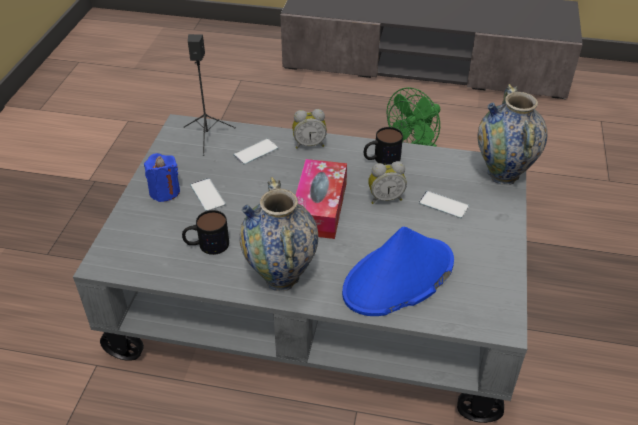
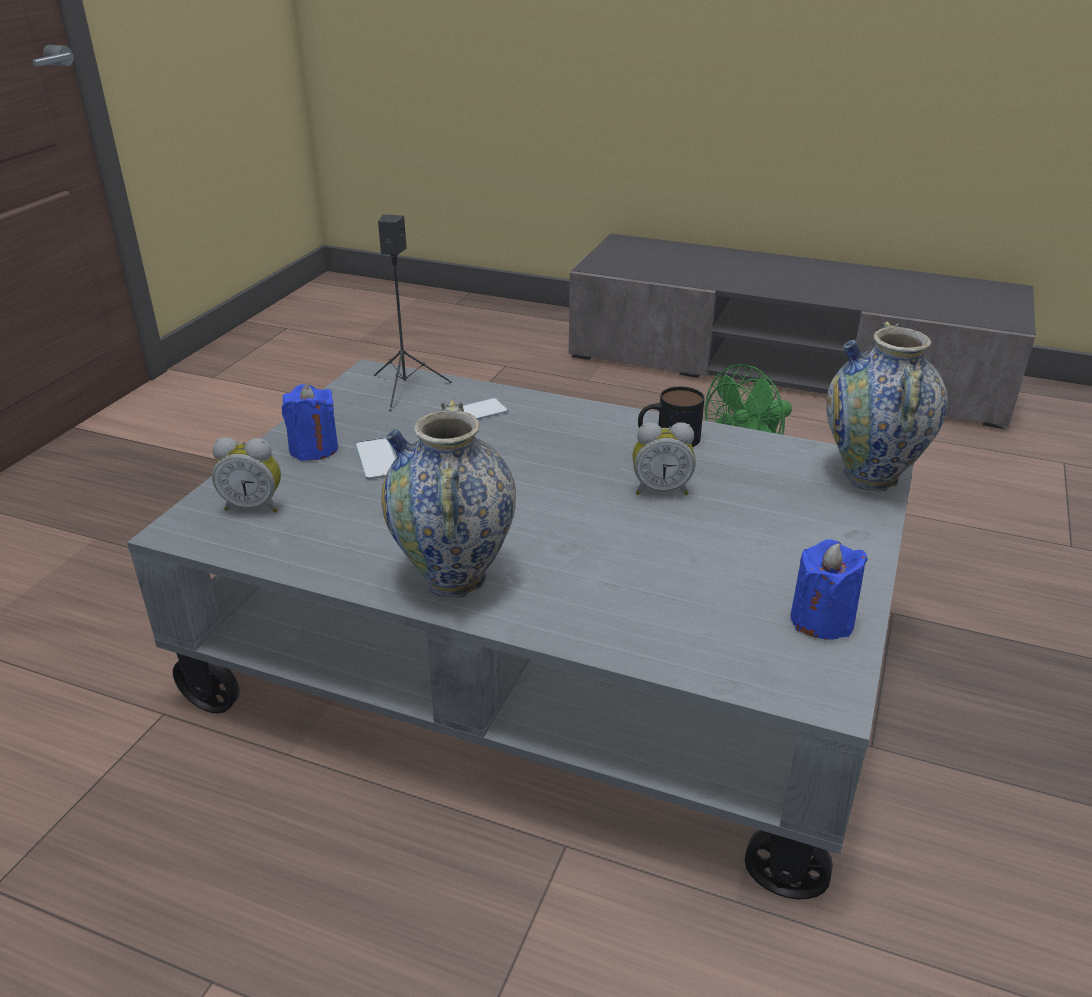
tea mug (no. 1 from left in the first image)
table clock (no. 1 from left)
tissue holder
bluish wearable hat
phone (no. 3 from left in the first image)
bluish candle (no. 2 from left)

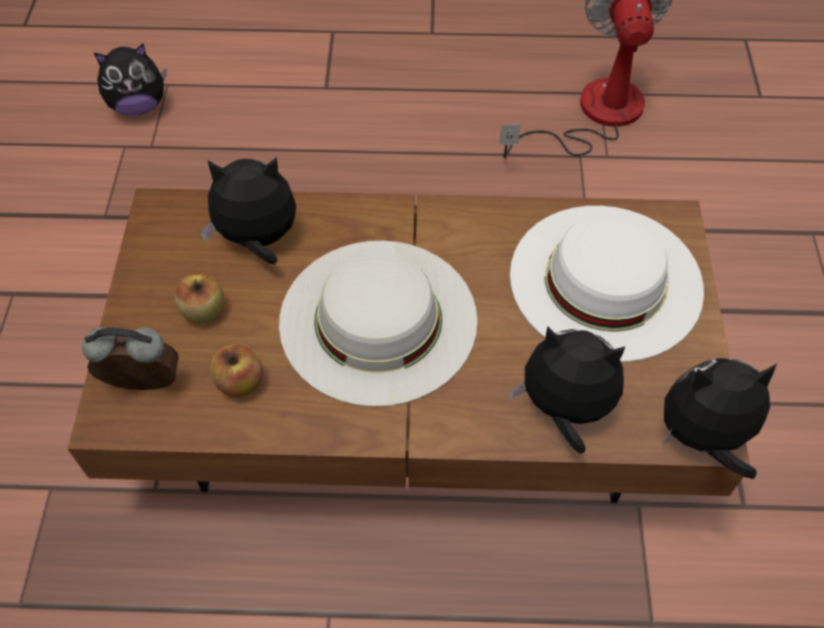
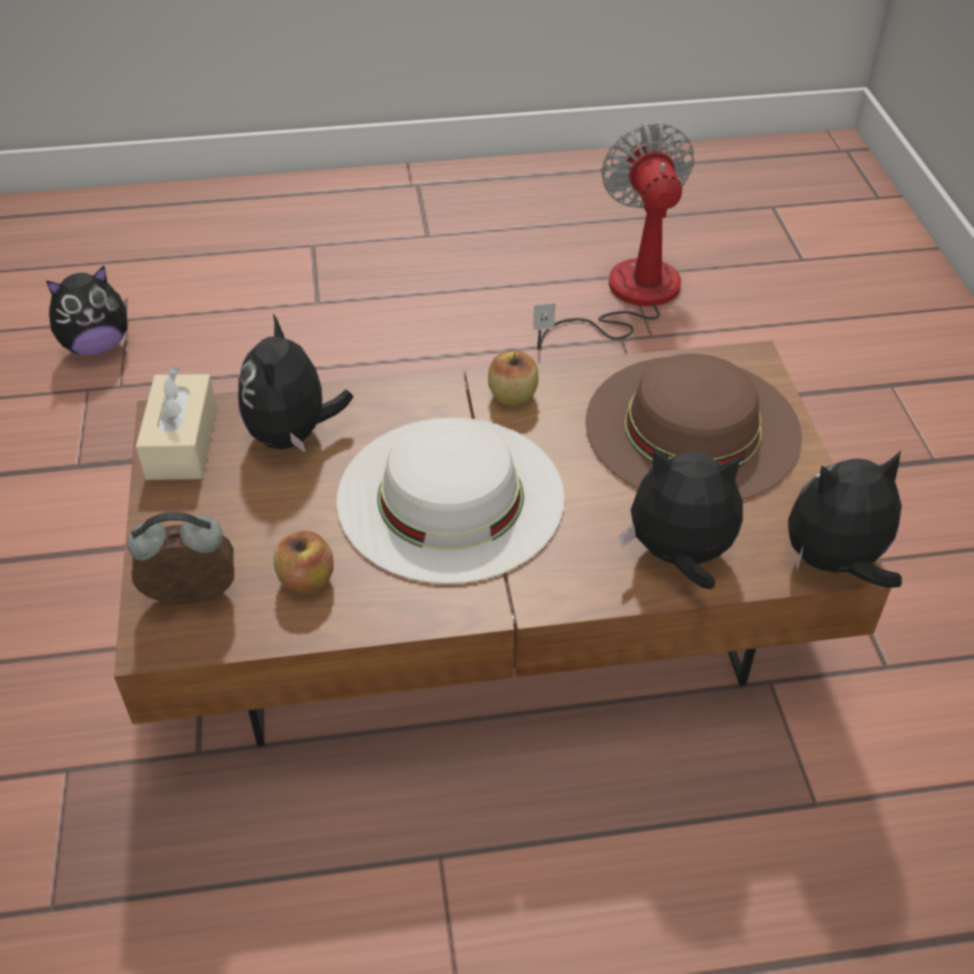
apple fruit (no. 2 from left)
soft toy (no. 2 from left)
brown wearable hat
sand-coloured tissue holder

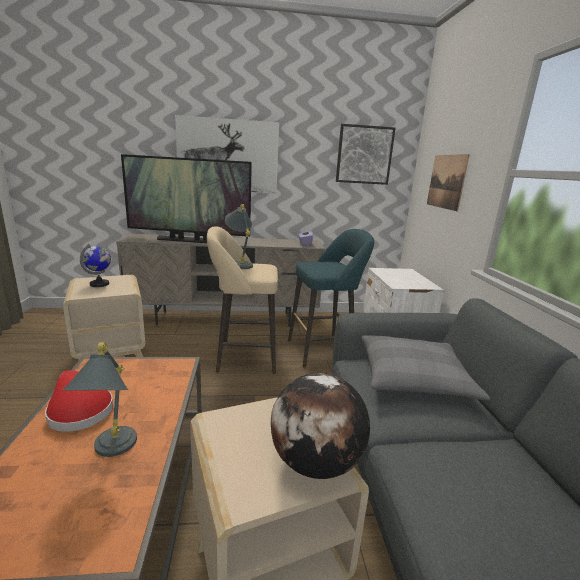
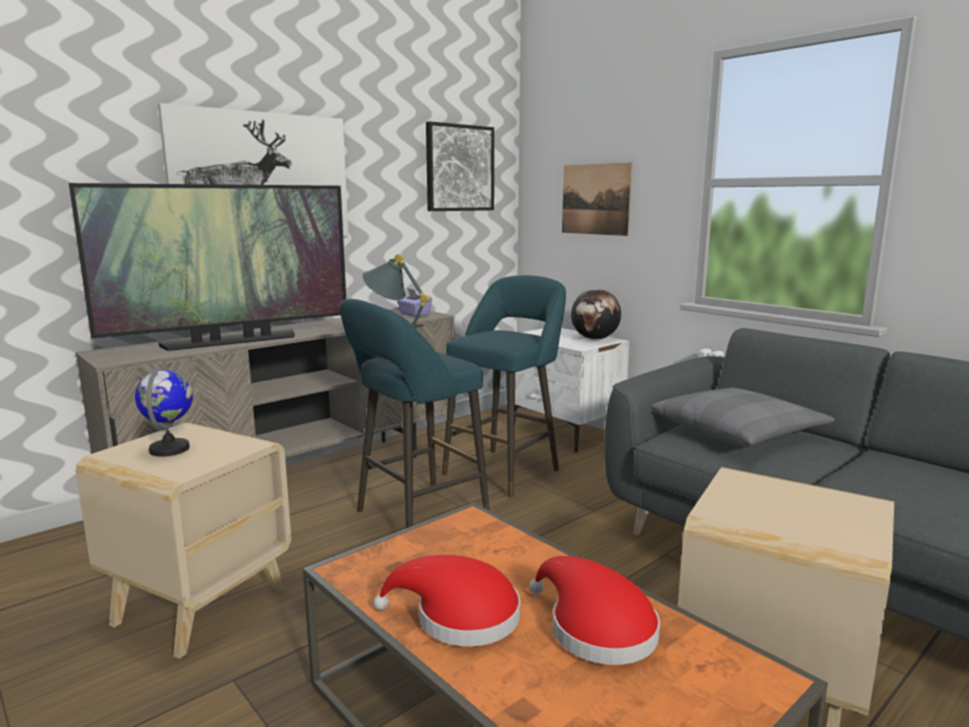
red wearable hat (no. 2 from left)
turquoise-coloured stool seat (no. 1 from left)
desk globe (no. 2 from left)

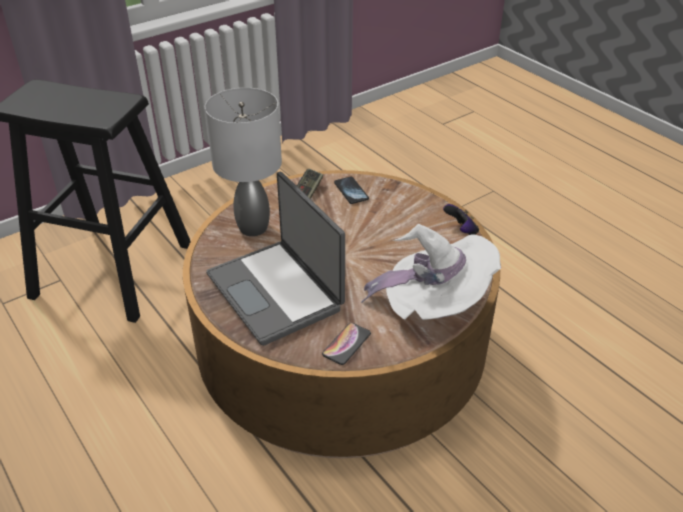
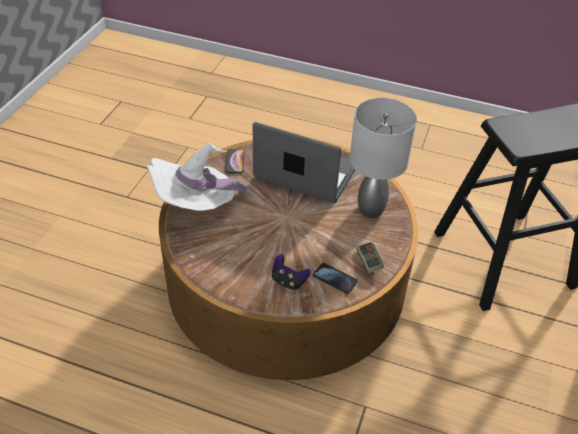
game controller (no. 1 from left)

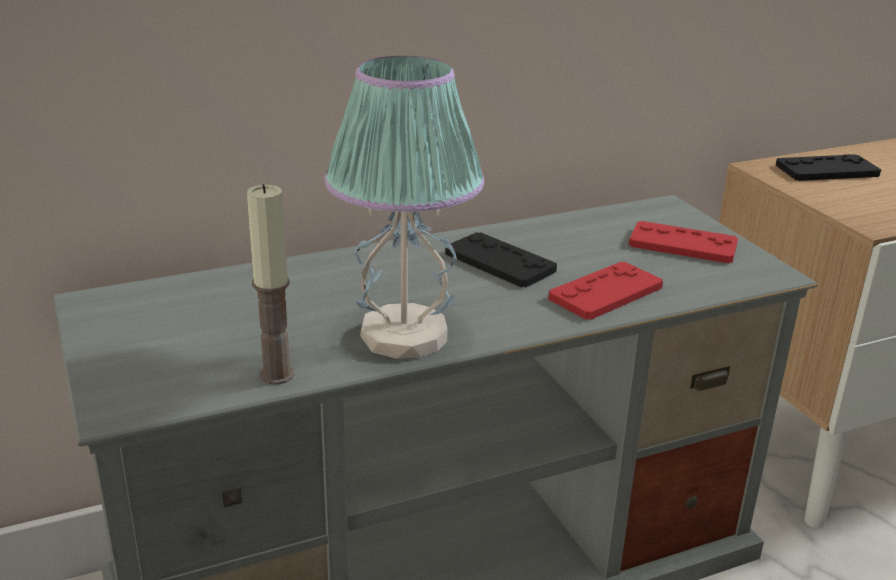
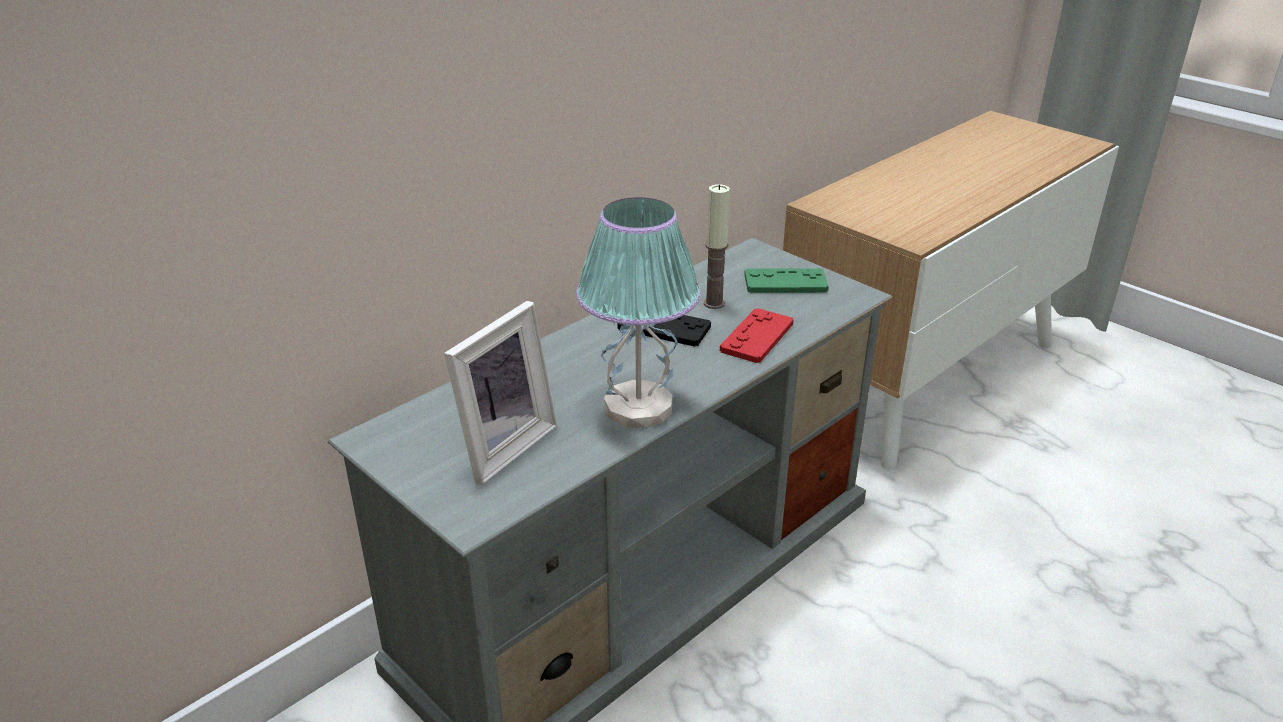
candle
green-coloured game controller
black game controller (no. 2 from left in the first image)
photo frame

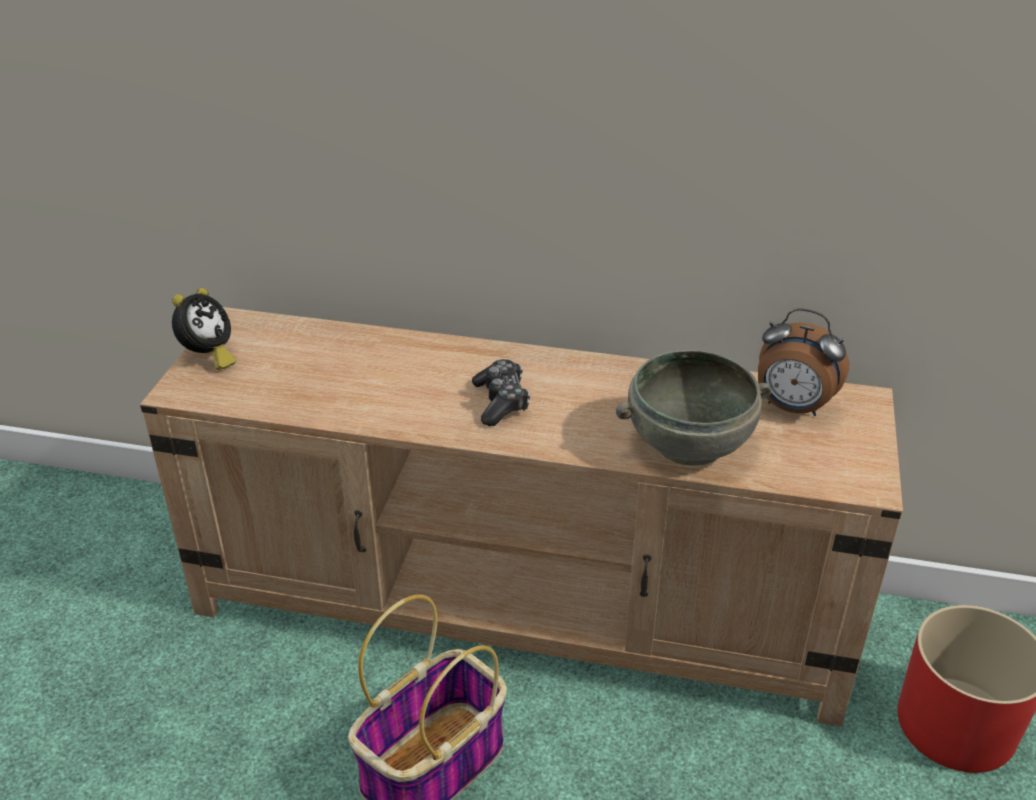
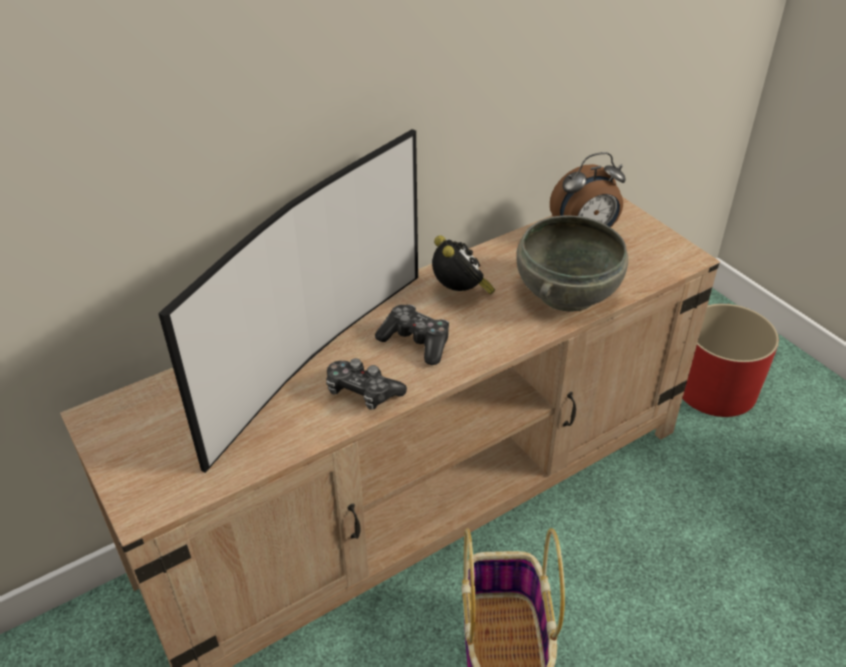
table clock (no. 1 from left)
television
game controller (no. 1 from left)

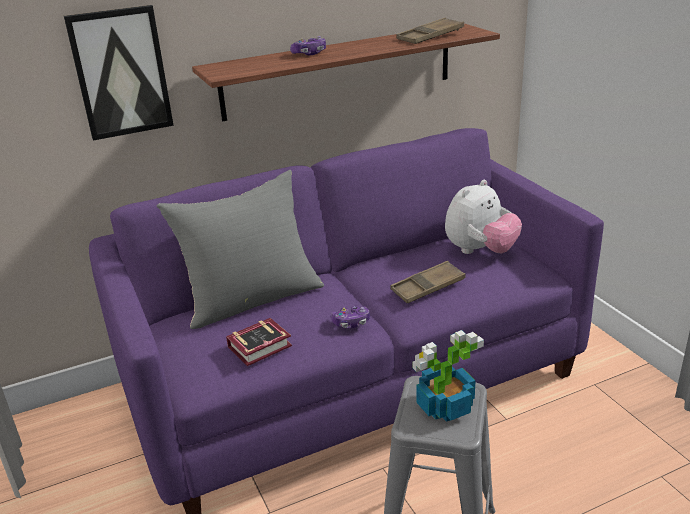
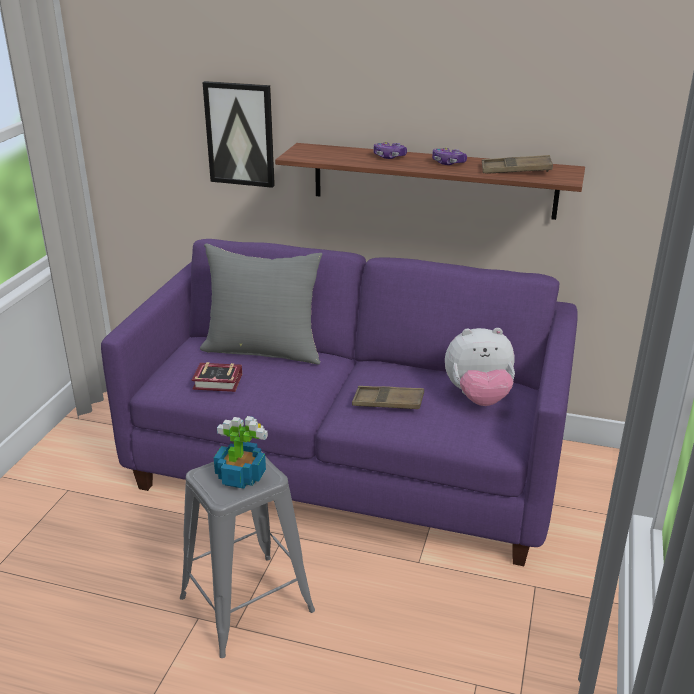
game controller (no. 2 from left)

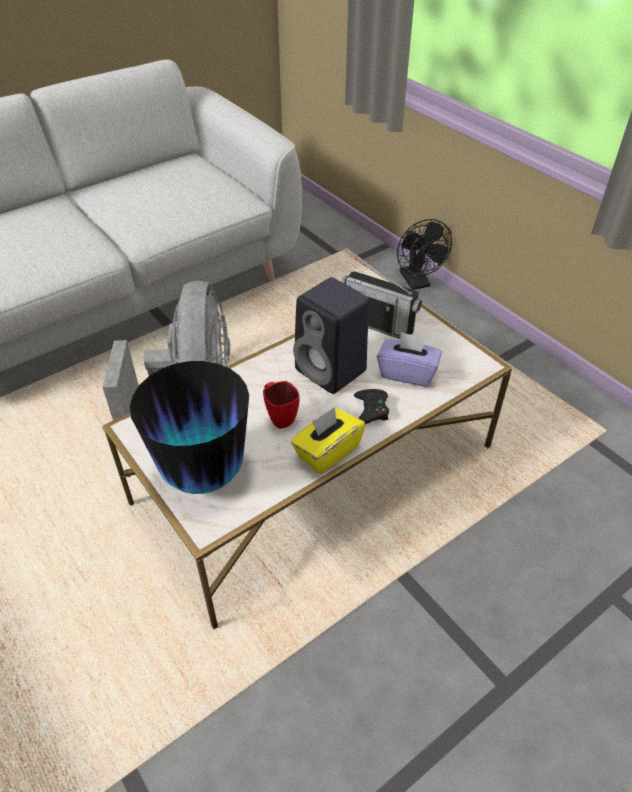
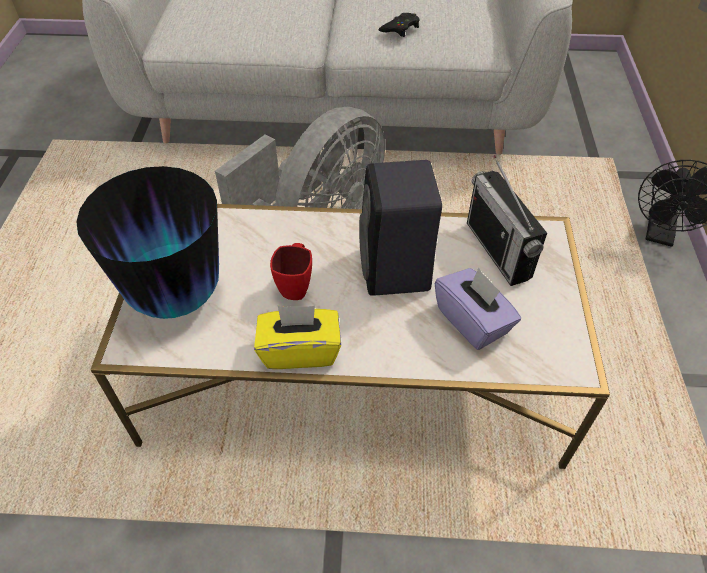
black game controller

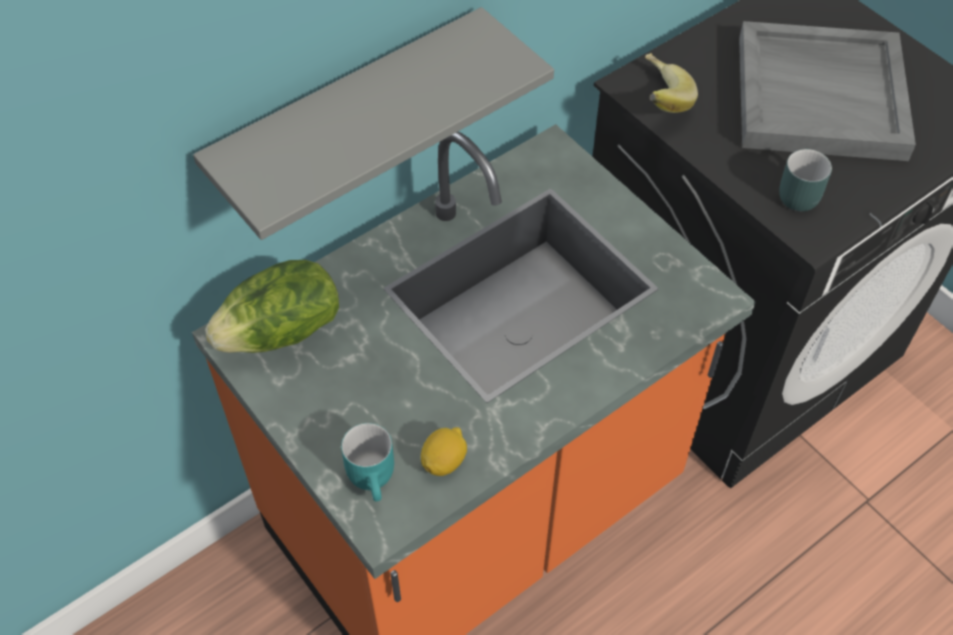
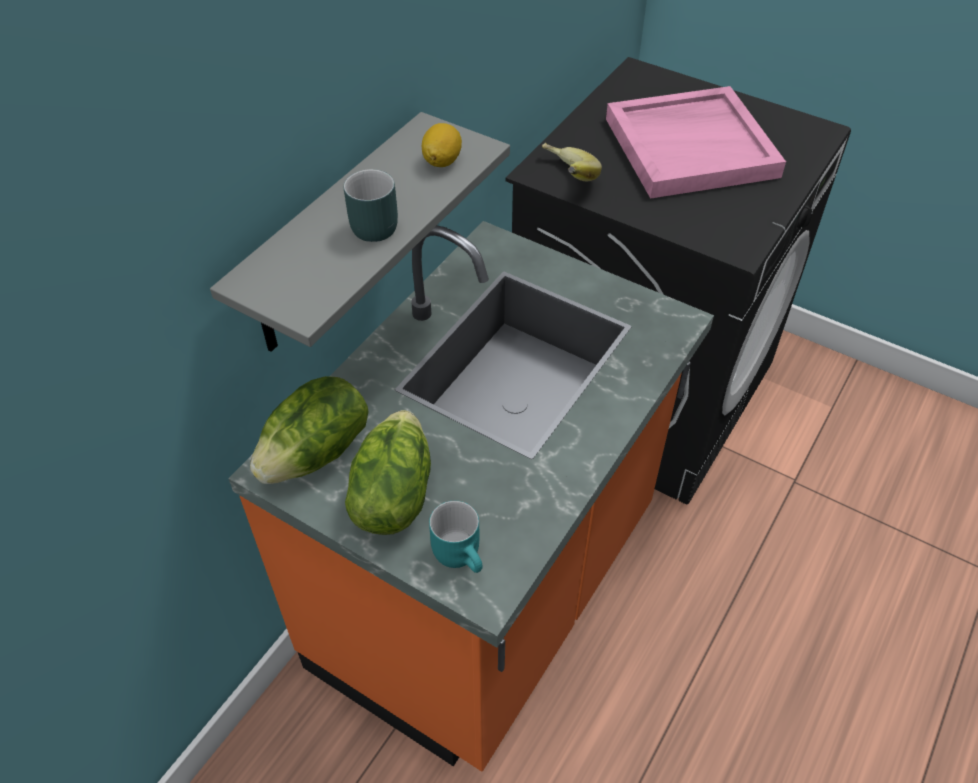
lemon
pinkish tray
turquoise-coloured tea mug (no. 1 from left)
lettuce head (no. 2 from left)

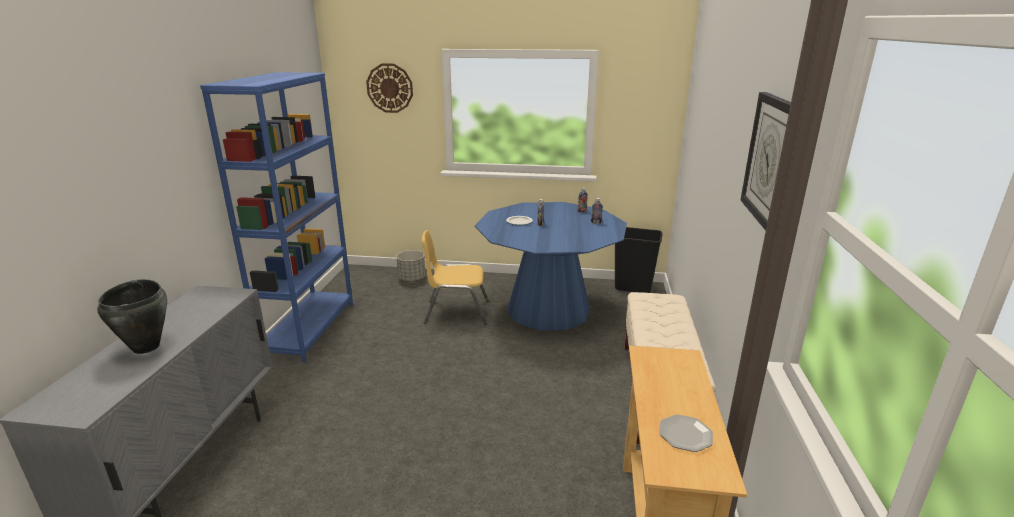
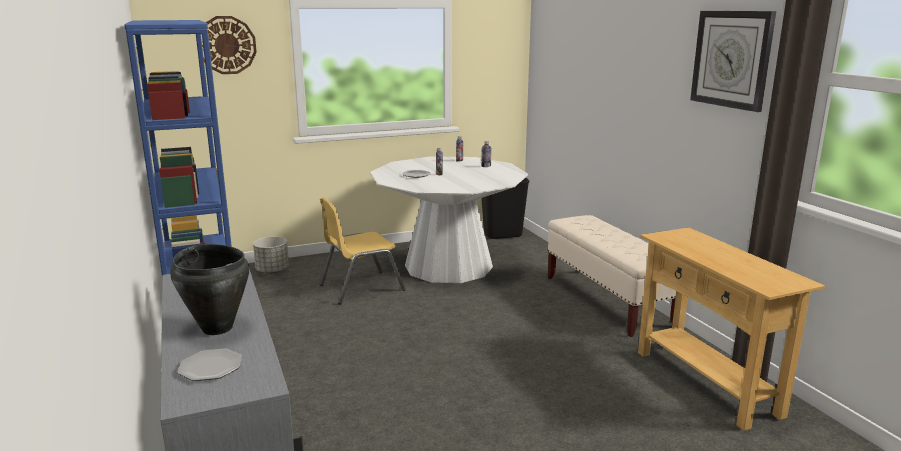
whitish dining table
plate (no. 1 from left)

